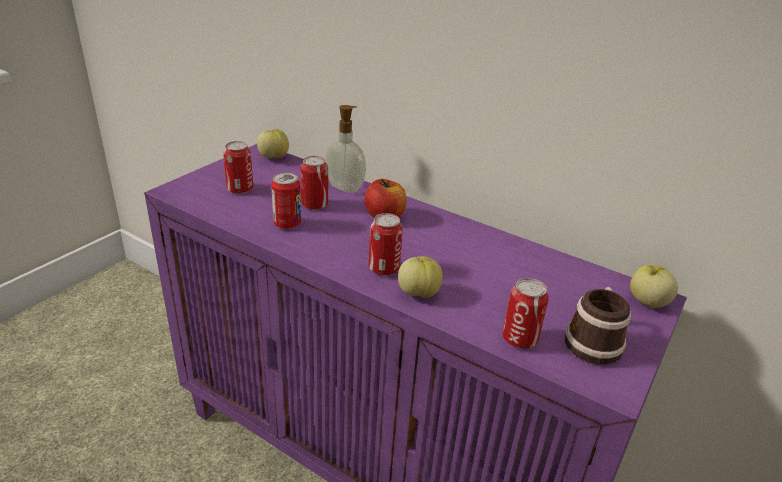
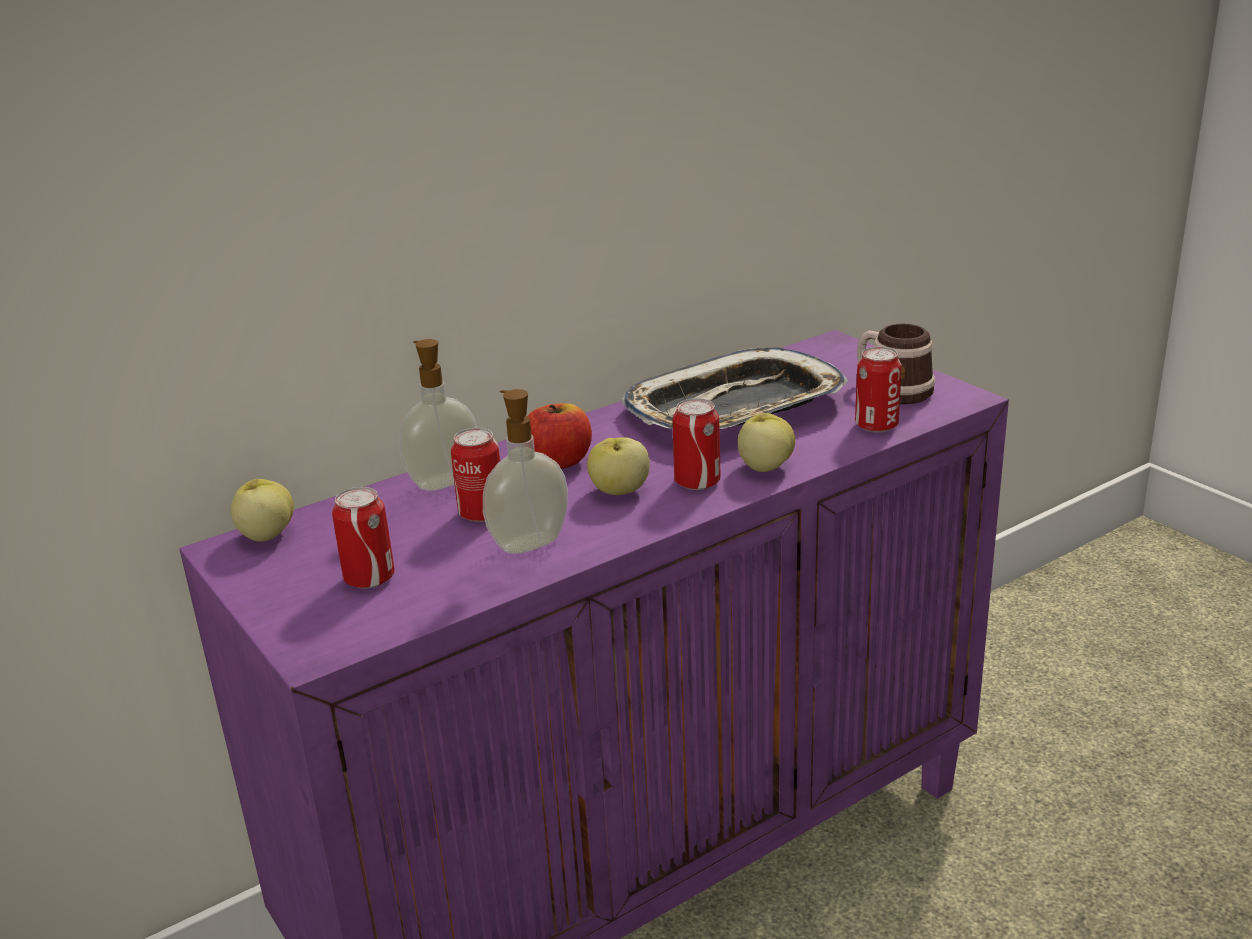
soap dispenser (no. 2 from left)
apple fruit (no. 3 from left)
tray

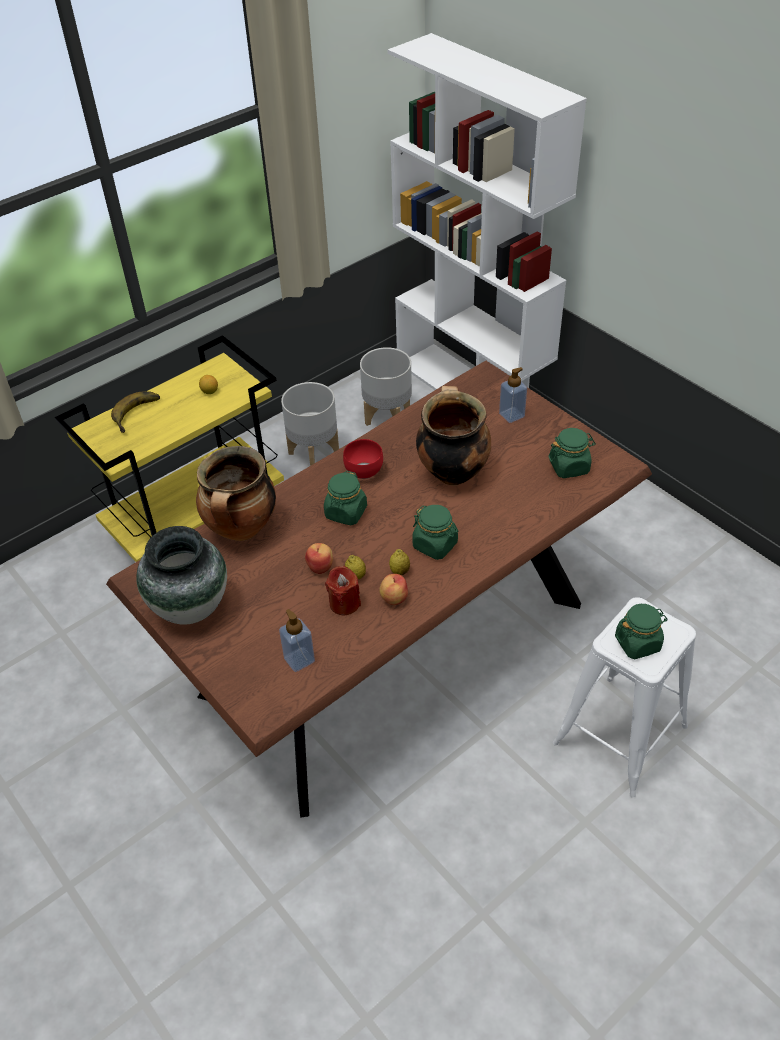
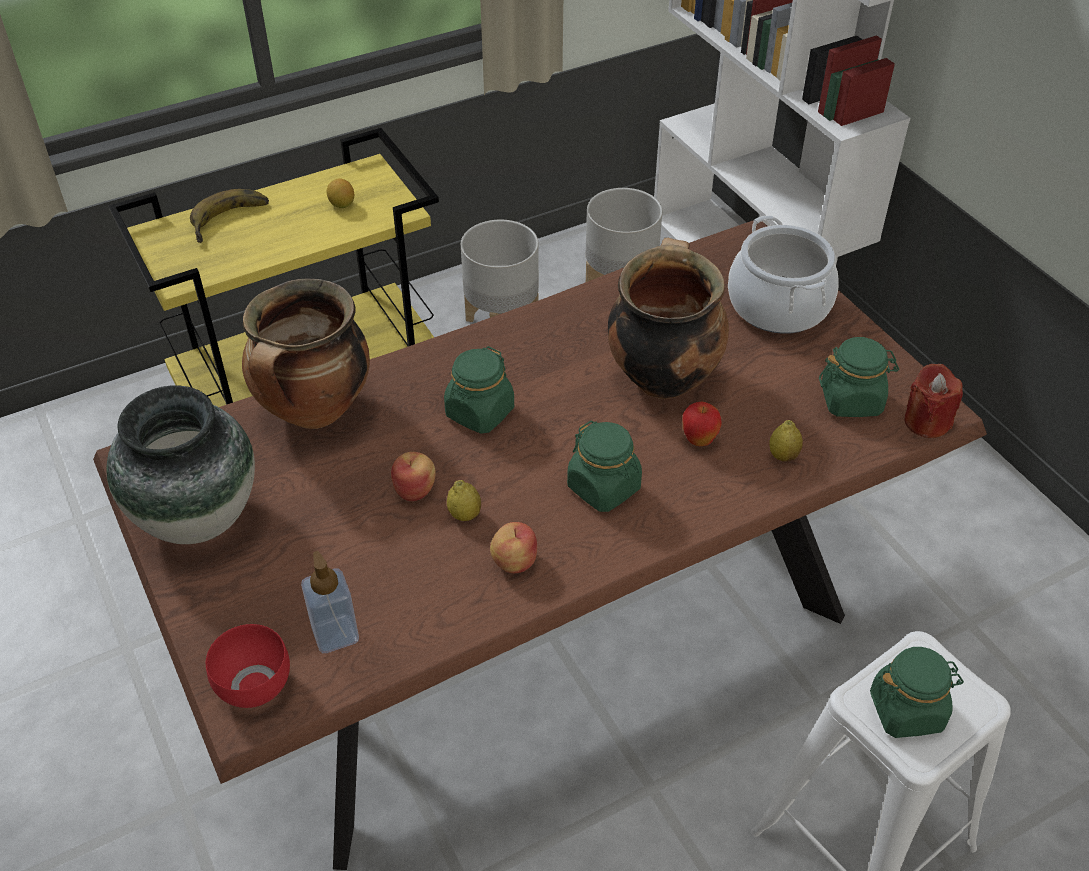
red candle
red bowl
lemon (no. 3 from left)
cooking pot (no. 3 from left)
apple fruit (no. 3 from left)

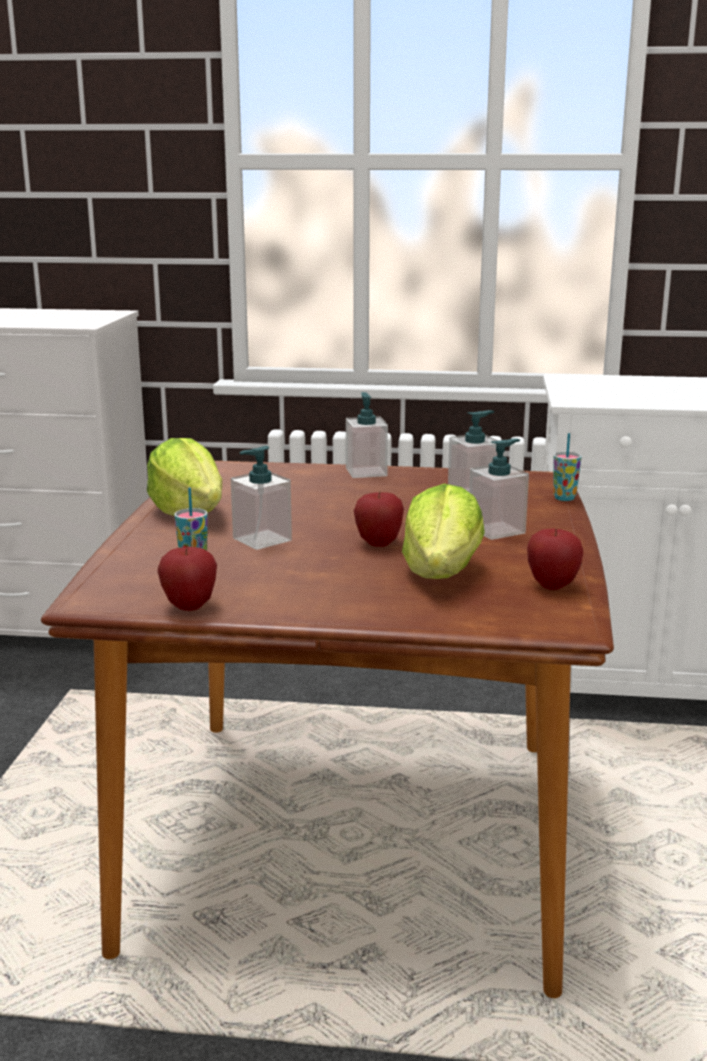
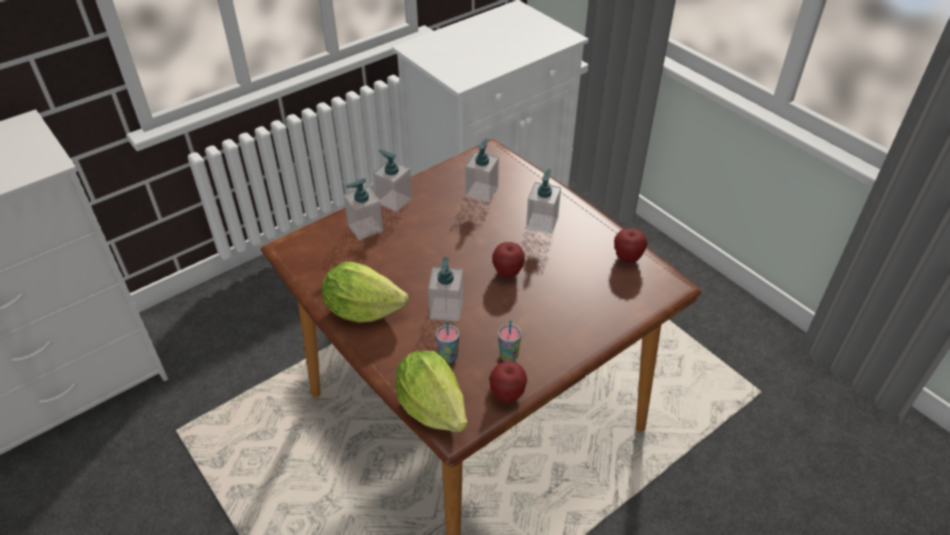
lettuce head (no. 2 from left)
drinking cup (no. 2 from left)
soap dispenser (no. 1 from left)

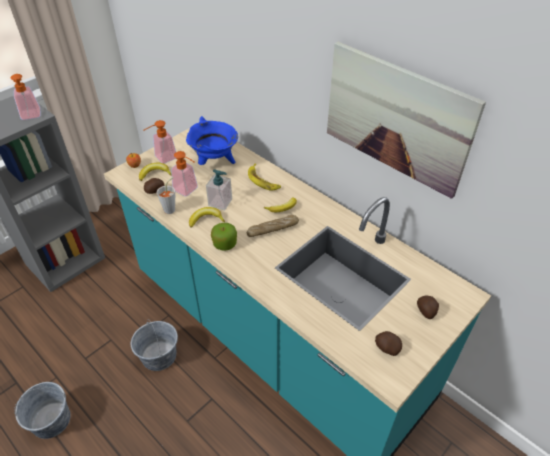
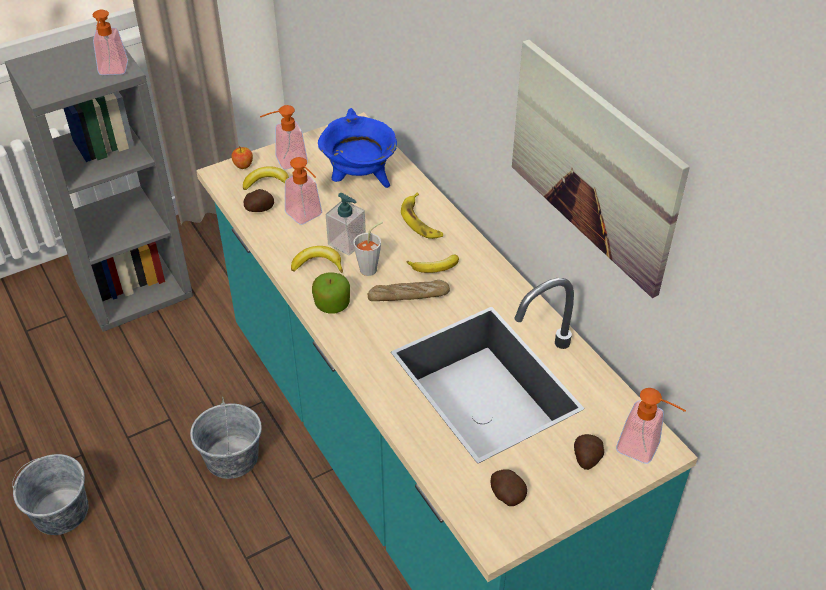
greyish drinking cup
soap dispenser (no. 5 from left)

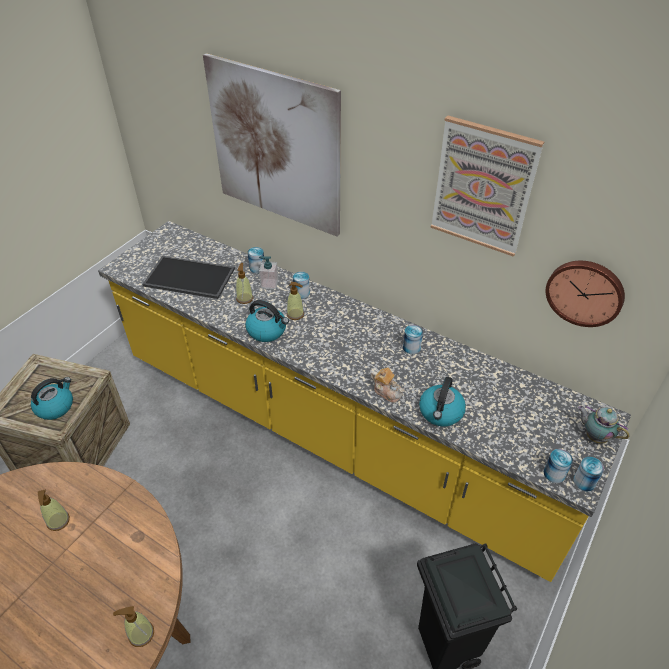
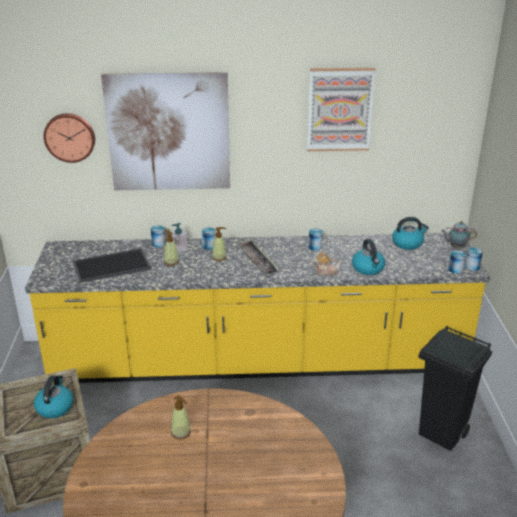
soap dispenser (no. 2 from left in the first image)
tea kettle (no. 3 from left)
hanging clock
tray (no. 2 from left)

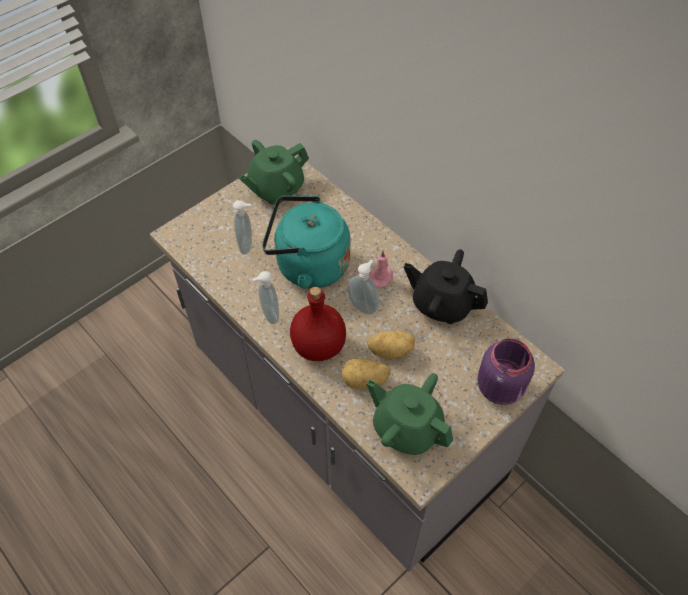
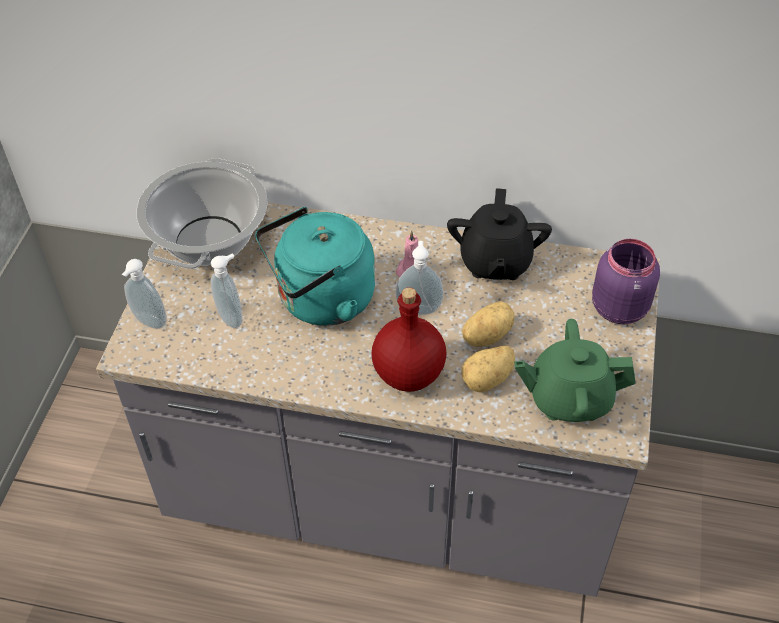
cooking pot
soap dispenser (no. 1 from left)
black teapot

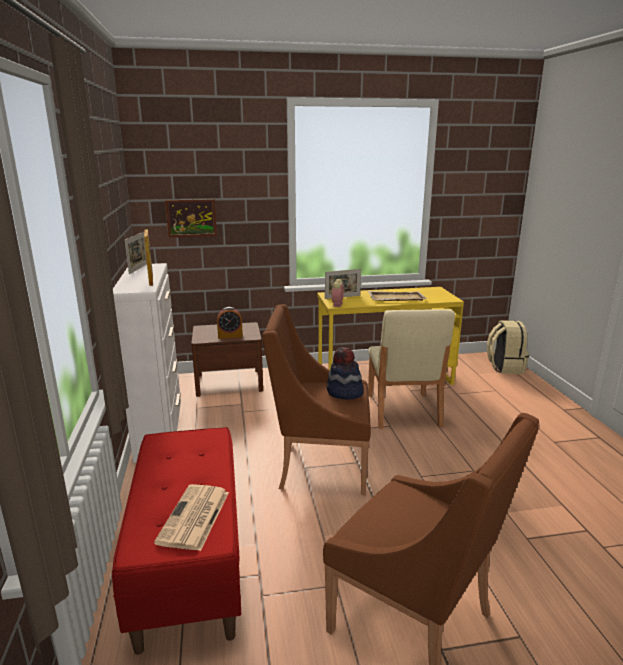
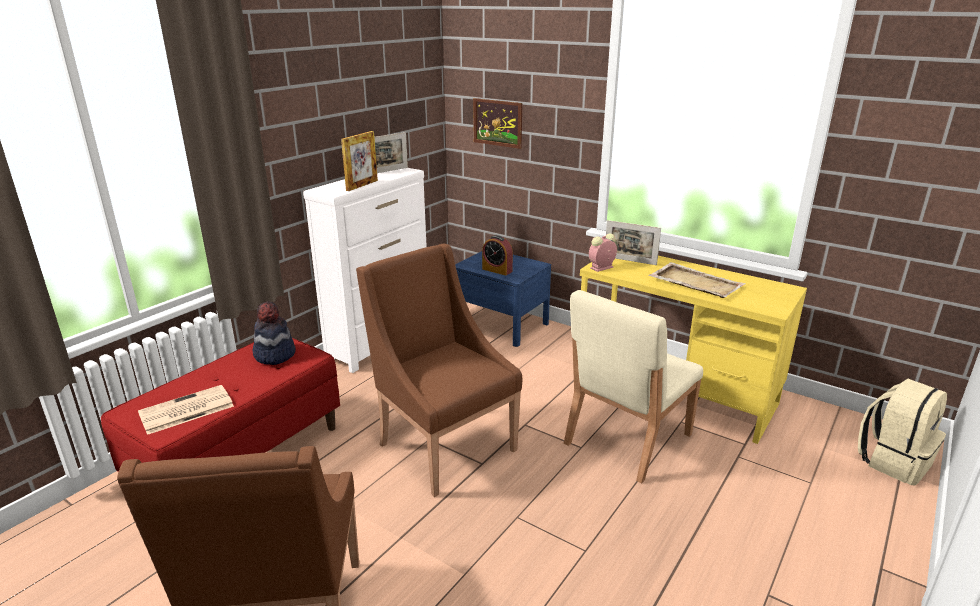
bluish bedside table
wearable hat

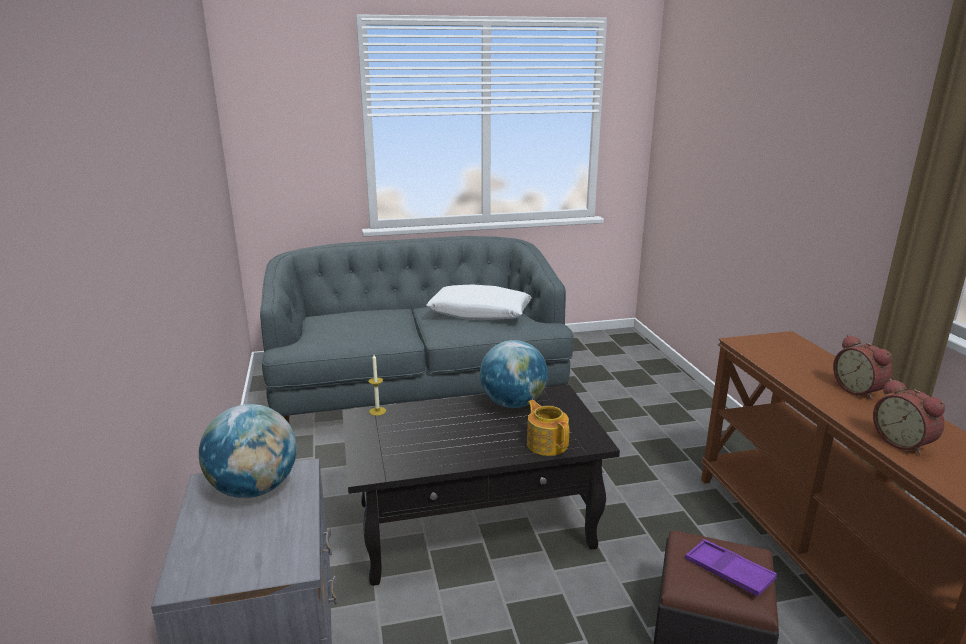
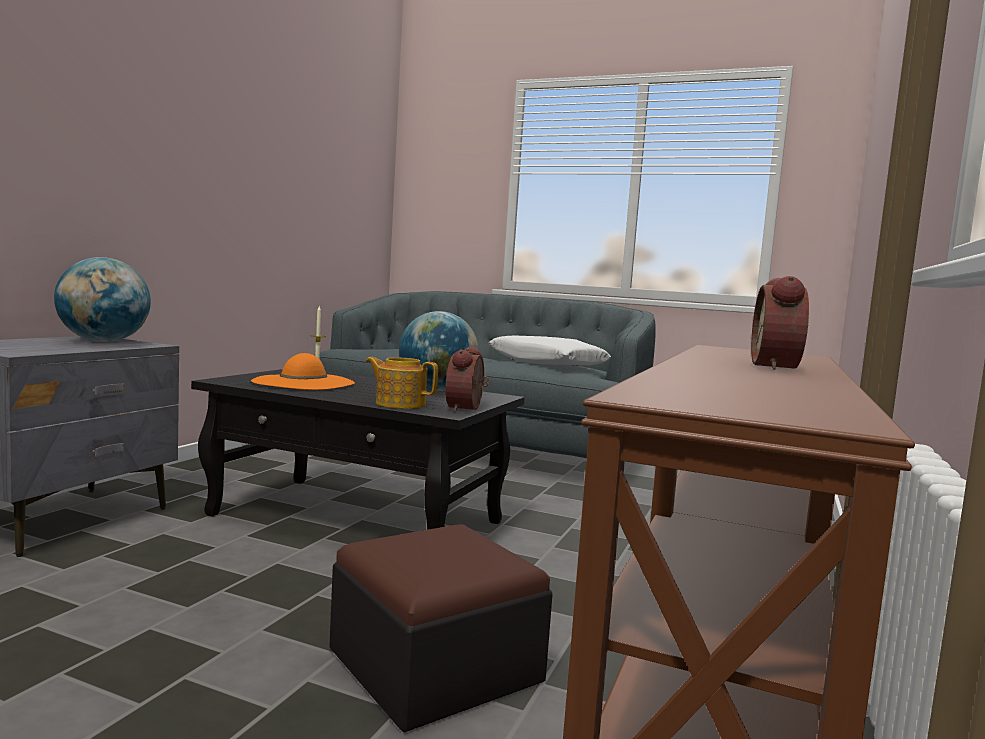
teapot
purple-coloured tray
table clock (no. 1 from left)
orange wearable hat

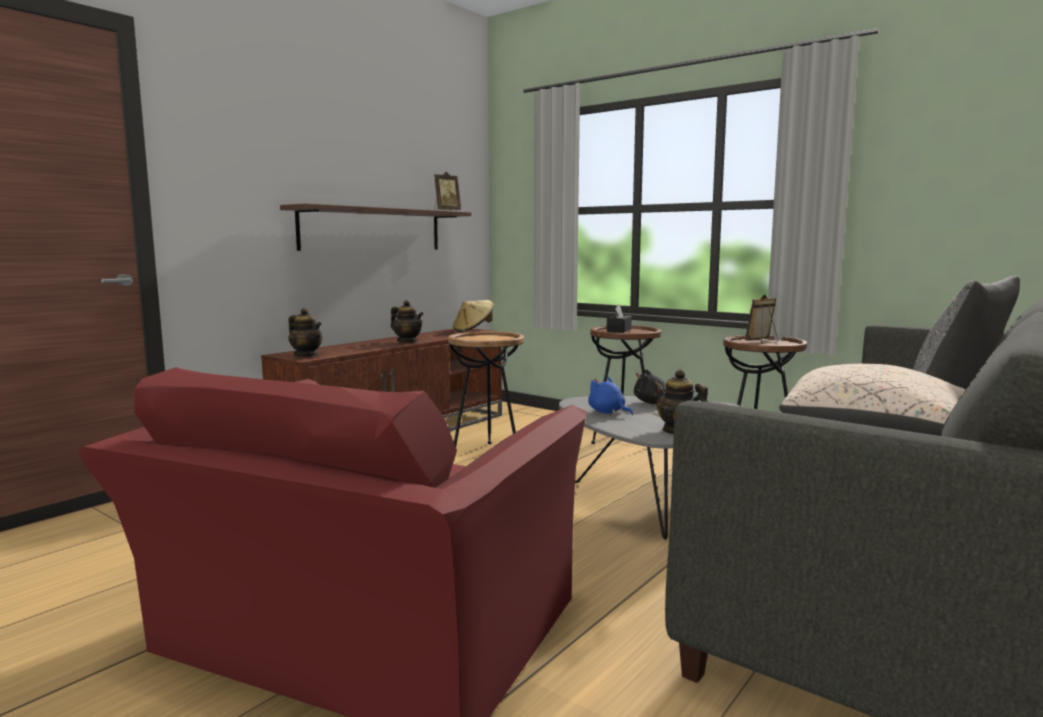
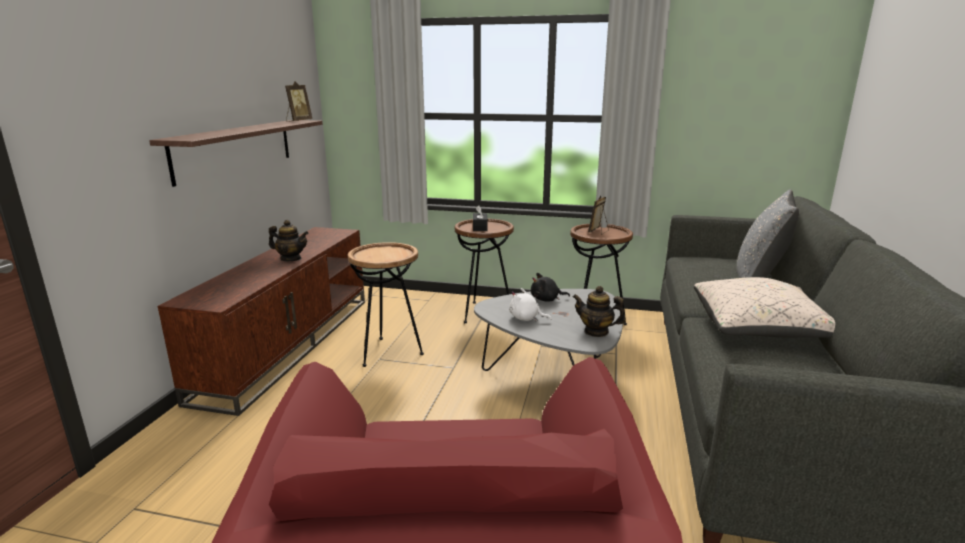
teapot (no. 1 from left in the first image)
sand-coloured wearable hat
whitish soft toy

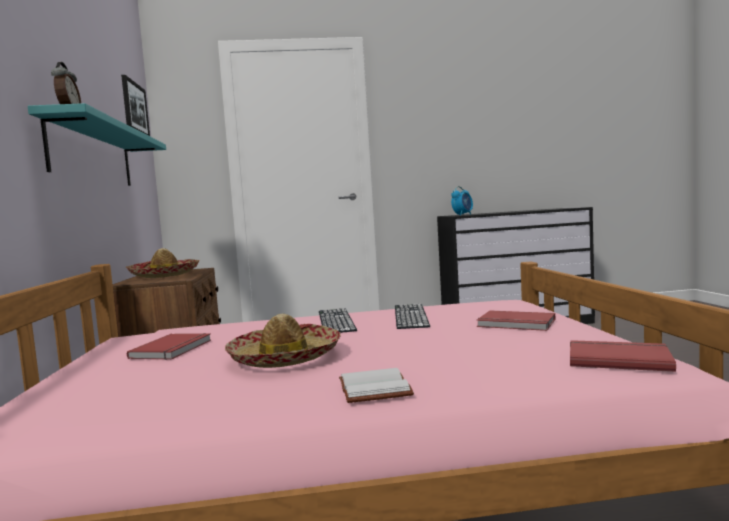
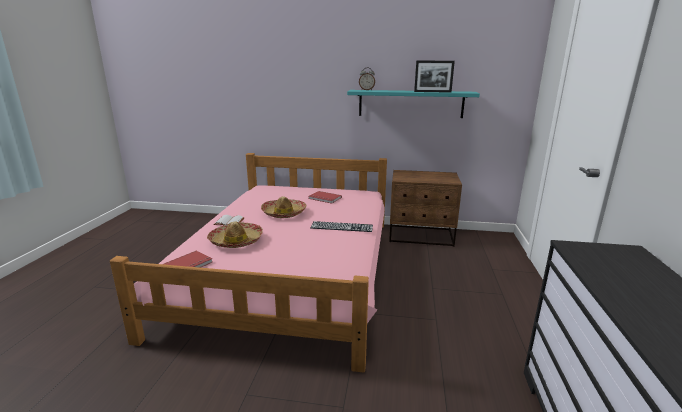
wearable hat (no. 1 from left)
PC keyboard (no. 2 from left in the first image)
table clock (no. 2 from left in the first image)
red book (no. 2 from left in the first image)

